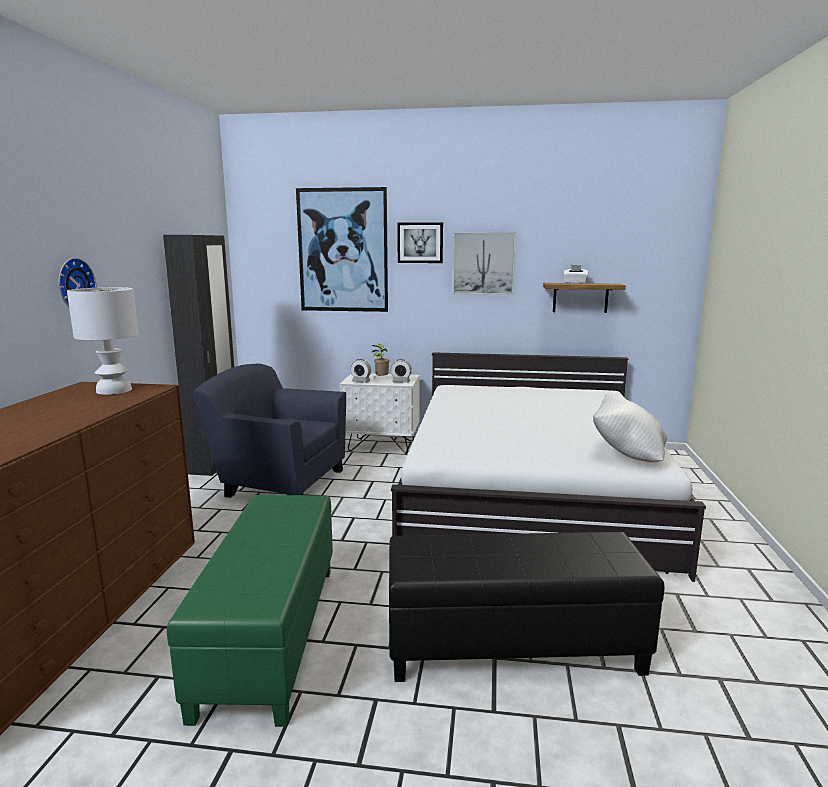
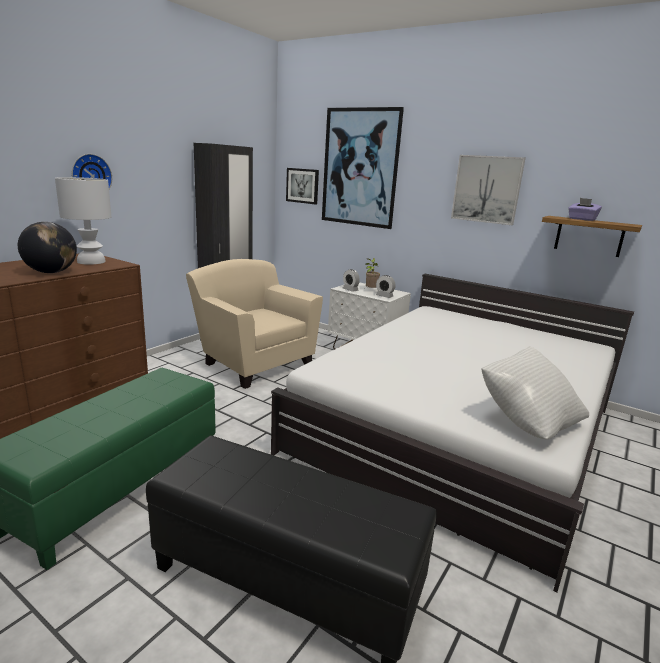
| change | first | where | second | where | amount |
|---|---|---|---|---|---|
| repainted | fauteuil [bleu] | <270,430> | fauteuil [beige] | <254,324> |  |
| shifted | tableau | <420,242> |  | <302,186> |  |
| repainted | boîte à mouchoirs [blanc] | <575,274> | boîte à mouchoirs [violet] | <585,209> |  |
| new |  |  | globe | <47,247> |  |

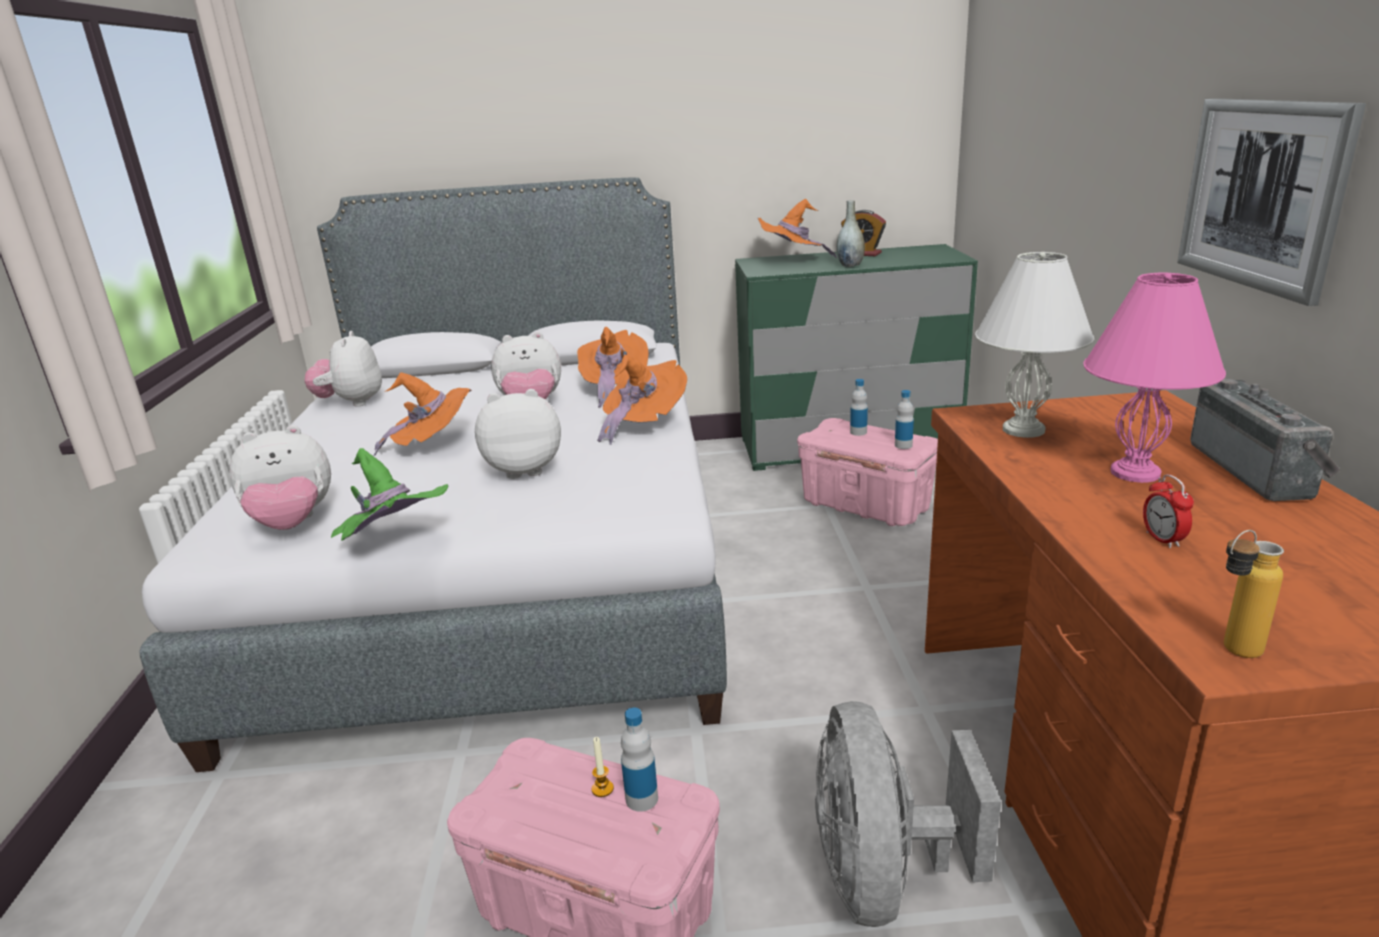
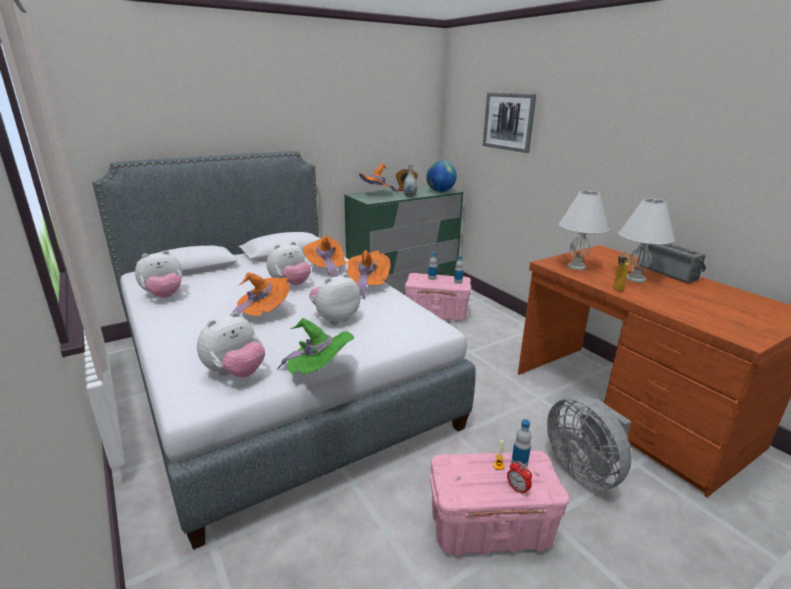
| change | first | where | second | where | amount |
|---|---|---|---|---|---|
| rotated | peluche | <343,369> |  | <158,274> | 90 degrees counterclockwise |
| repainted | lampe de table [rose] | <1154,378> | lampe de table [blanc] | <646,240> |  |
| shifted | réveil | <1168,511> |  | <519,478> |  |
| shifted | tableau | <1271,202> |  | <509,122> |  |
| shifted | bouteille | <1254,594> |  | <621,271> |  |
| new |  |  | globe | <441,176> |  |

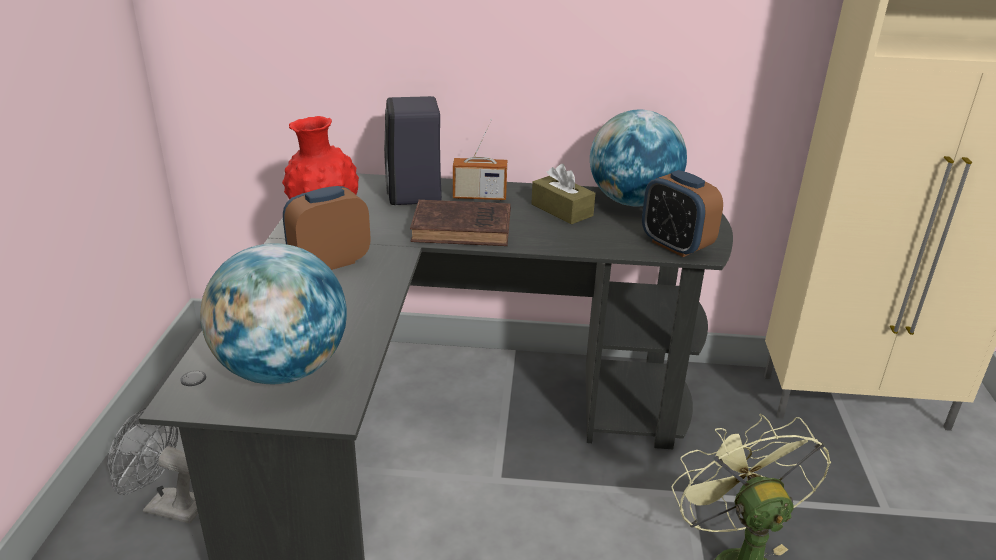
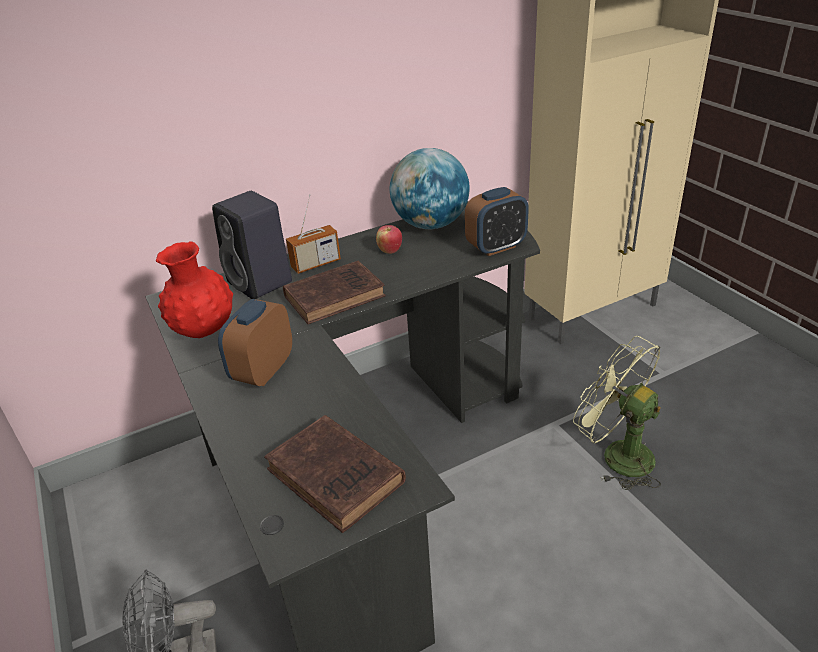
| change | first | where | second | where | amount |
|---|---|---|---|---|---|
| swapped | globe | <273,313> | livre [marron] | <335,474> |  |
| swapped | boîte à mouchoirs [marron] | <563,194> | pomme | <389,239> |  |
| rotated | réveil | <682,213> |  | <497,221> | 45 degrees counterclockwise |

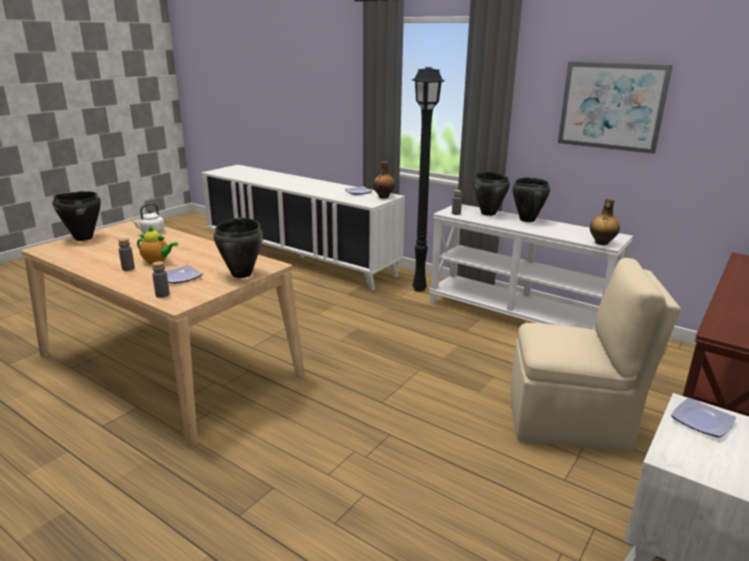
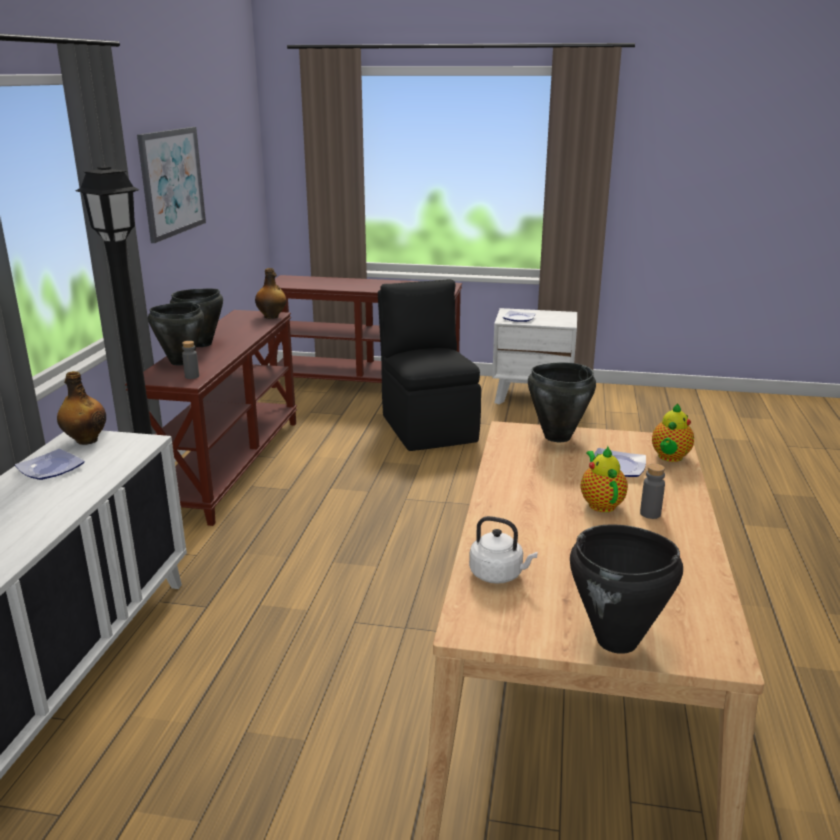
| change | first | where | second | where | amount |
|---|---|---|---|---|---|
| swapped | bouteille [gris] | <161,279> | théière | <673,433> |  |
| repainted | table console [blanc] | <531,267> | table console [marron] | <211,418> |  |
| repainted | chaise [beige] | <595,354> | chaise [noir] | <429,365> |  |

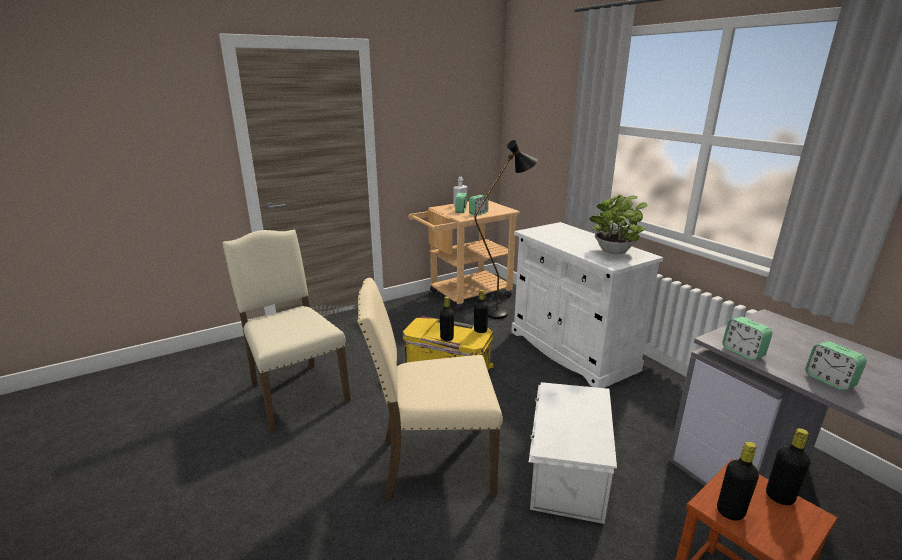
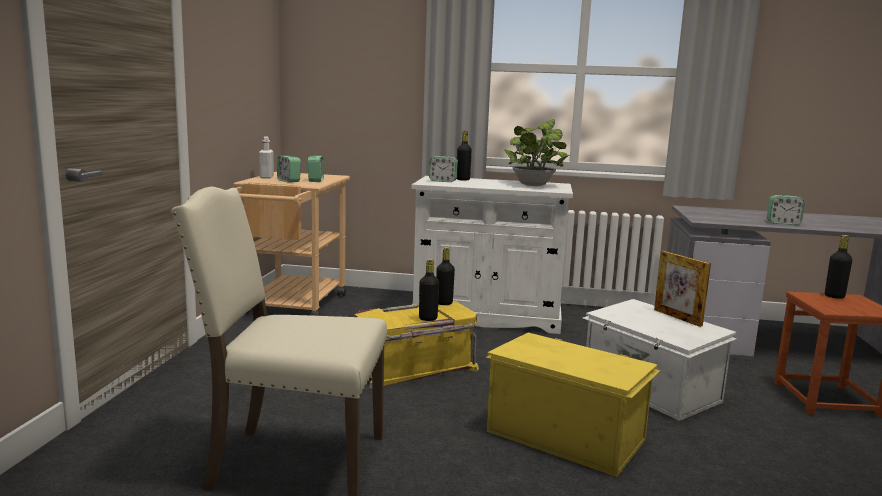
| change | first | where | second | where | amount |
|---|---|---|---|---|---|
| swapped | chaise [beige] | <430,388> | boîte de rangement [jaune] | <573,405> |  |
| gone | lampadaire [noir] | <506,229> |  |  |  |
| shifted | bouteille [noir] | <738,481> |  | <464,156> |  |
| shifted | réveil | <747,338> |  | <443,169> |  |
| new |  |  | cadre photo | <682,289> |  |

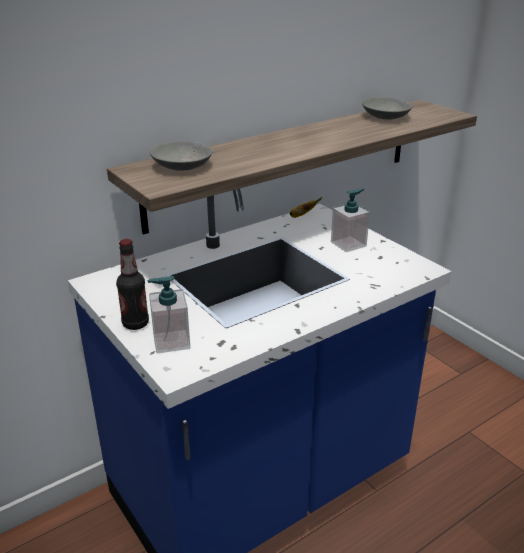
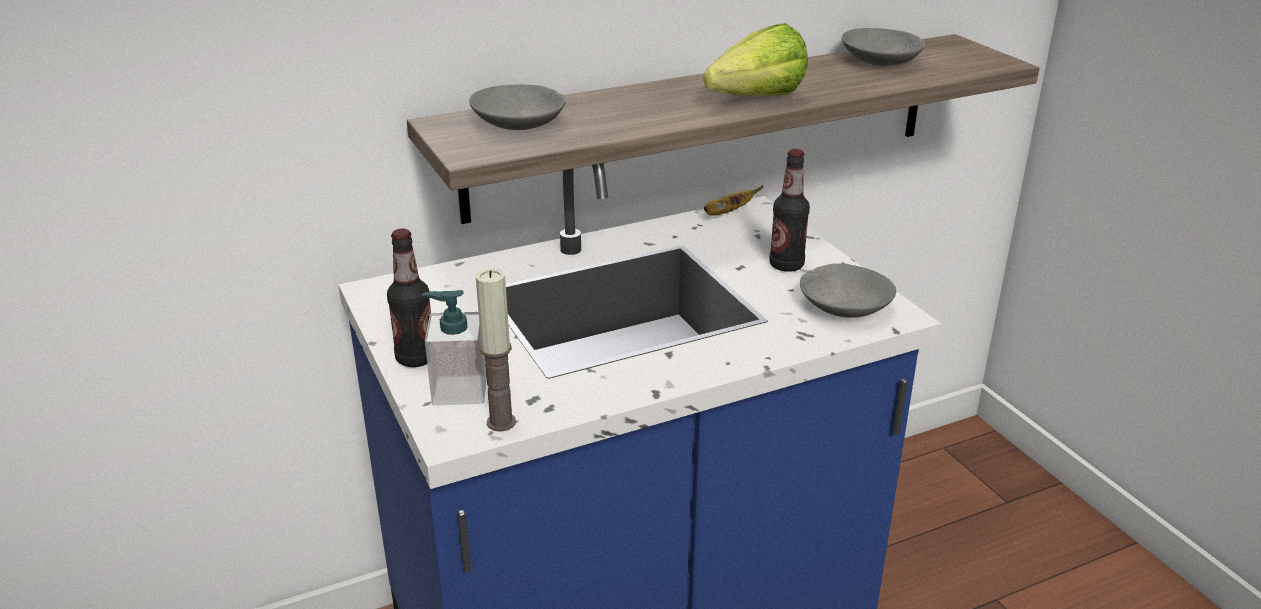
| change | first | where | second | where | amount |
|---|---|---|---|---|---|
| swapped | distributeur de savon | <350,220> | bouteille | <789,210> |  |
| new |  |  | bougie | <496,350> |  |
| new |  |  | laitue | <756,59> |  |
| new |  |  | bol [gris] | <848,291> |  |

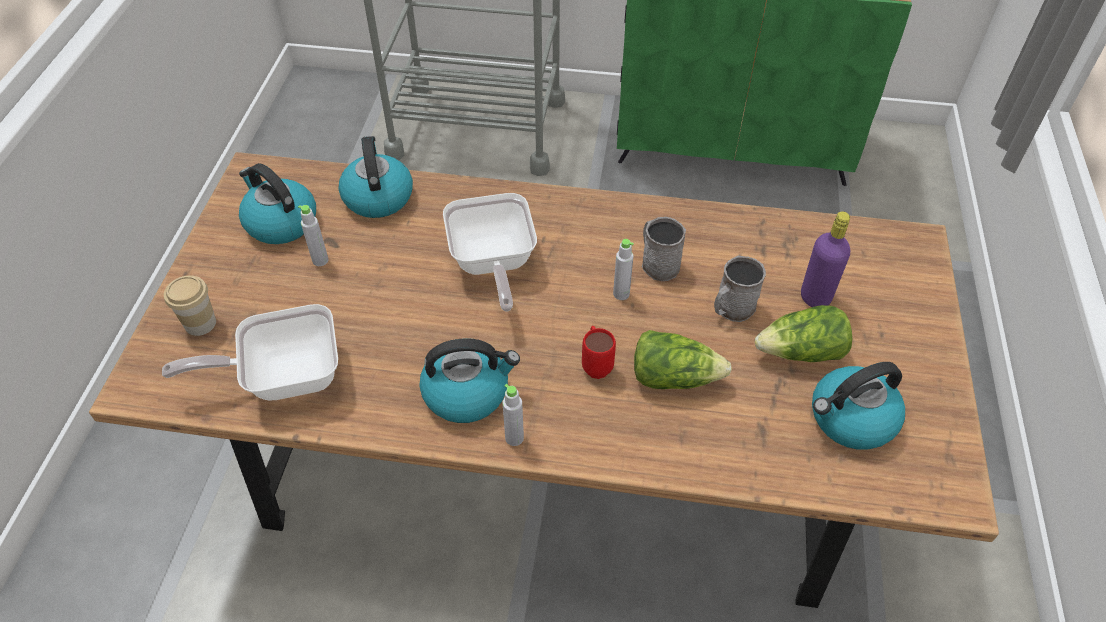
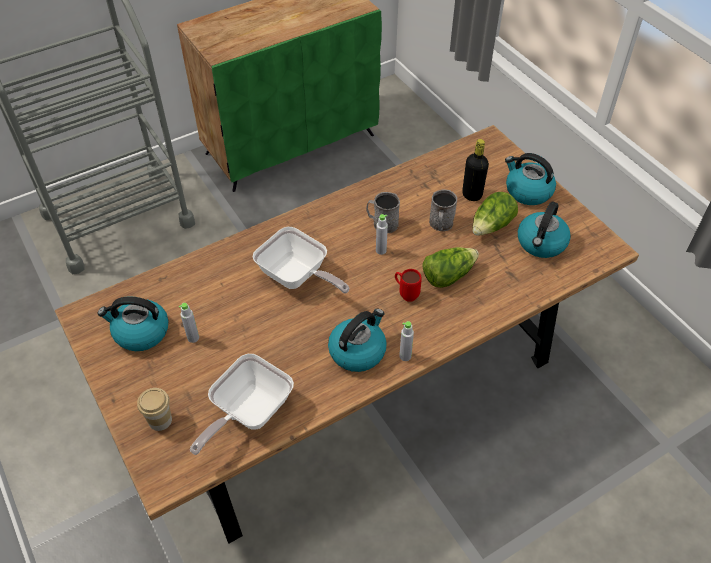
| change | first | where | second | where | amount |
|---|---|---|---|---|---|
| shifted | bouilloire | <375,177> |  | <530,179> |  |
| repainted | bouteille [violet] | <825,259> | bouteille [noir] | <475,170> |  |

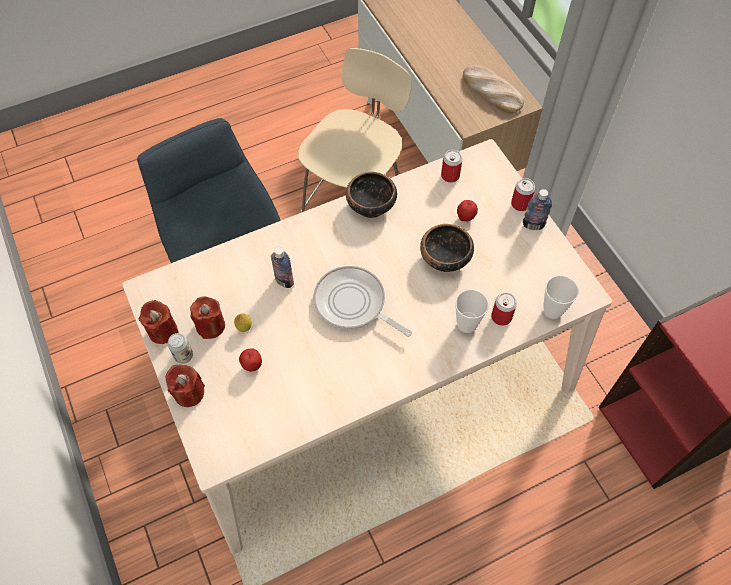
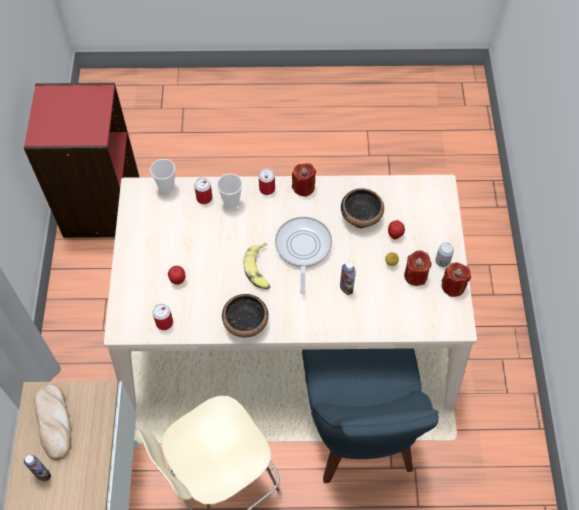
| change | first | where | second | where | amount |
|---|---|---|---|---|---|
| shifted | bougie [rouge] | <185,386> |  | <304,180> |  |
| rotated | poêle | <362,301> |  | <303,255> | 150 degrees counterclockwise |
| shifted | bol | <447,248> |  | <362,208> |  |
| shifted | boîte métallique | <523,194> |  | <267,181> |  |
| shifted | bouteille | <537,209> |  | <37,468> |  |
| new |  |  | banane | <257,266> |  |

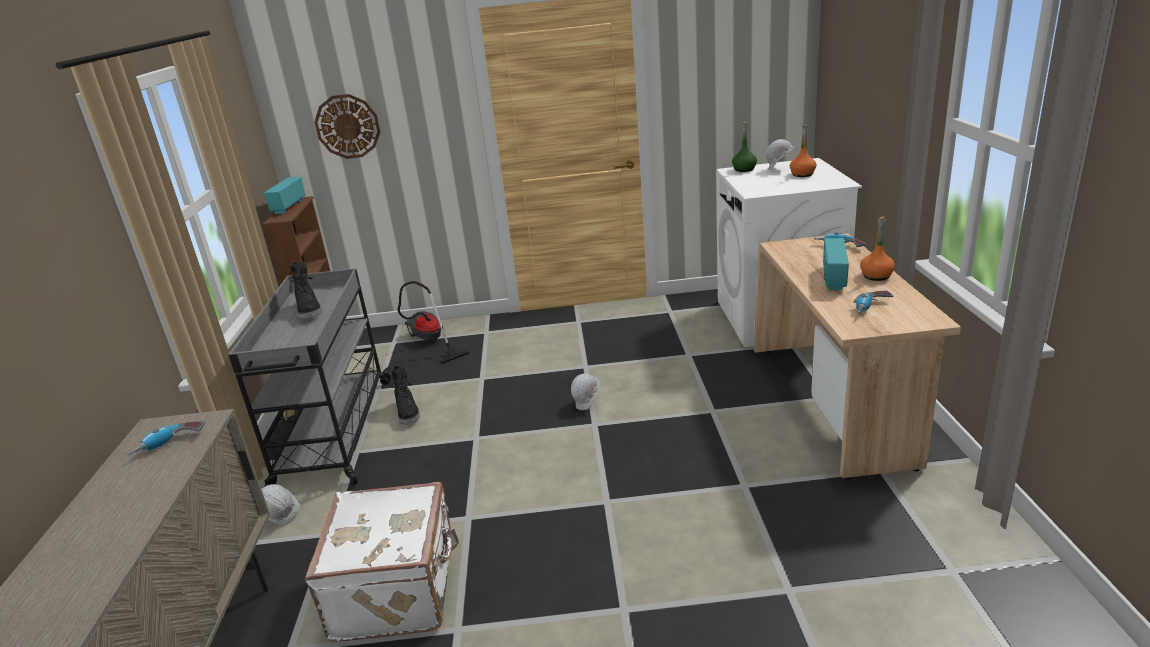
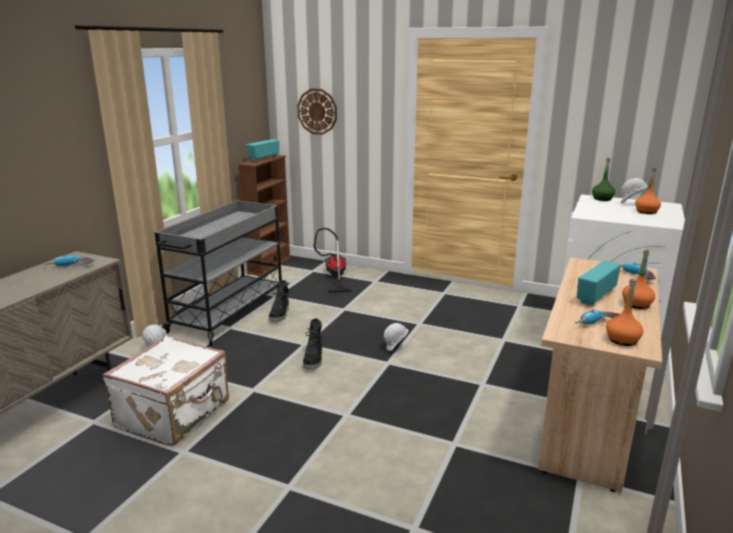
| change | first | where | second | where | amount |
|---|---|---|---|---|---|
| shifted | botte [noir] | <305,290> |  | <312,343> |  |
| new |  |  | bouteille [orange] | <625,312> |  |

